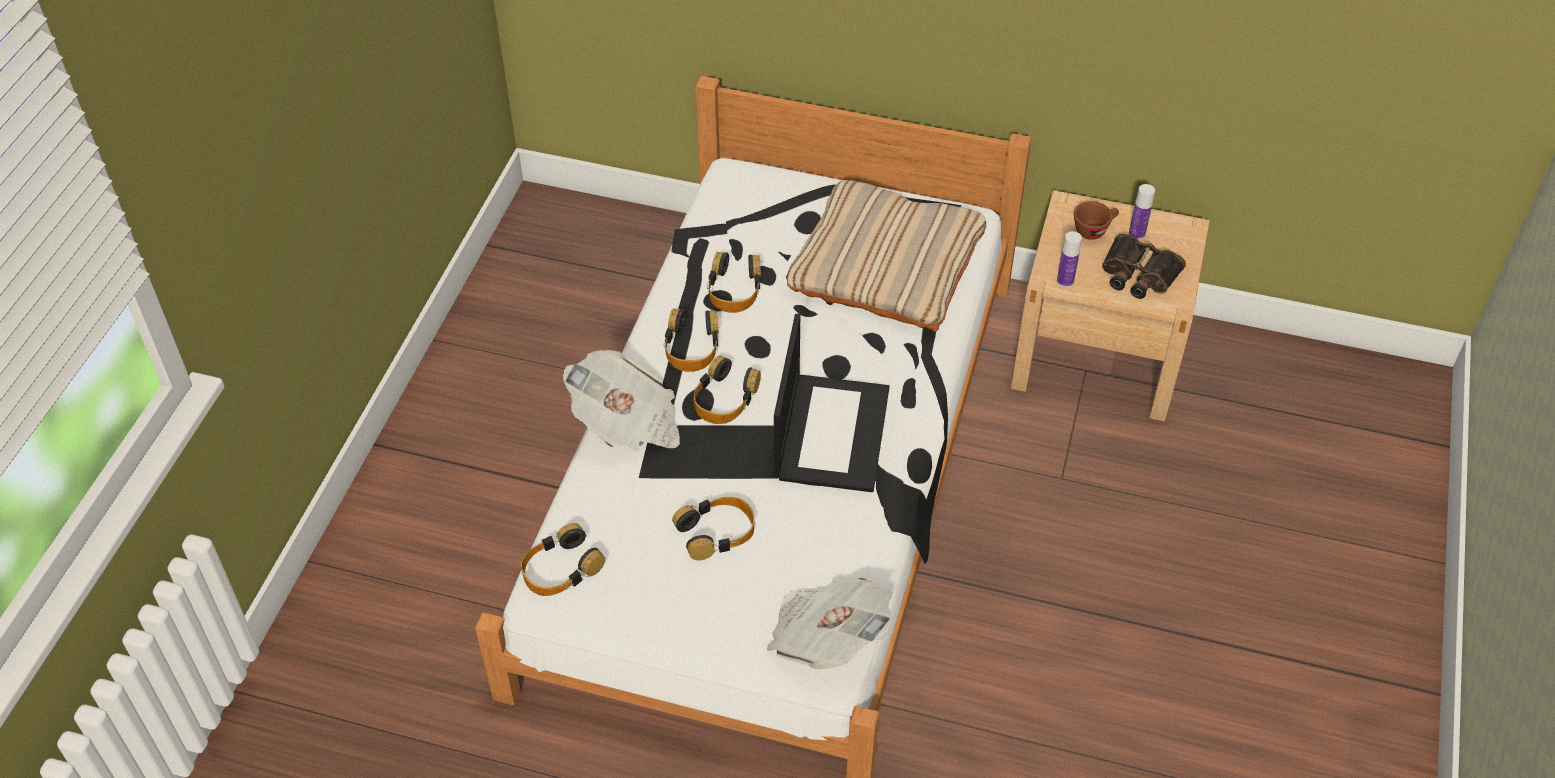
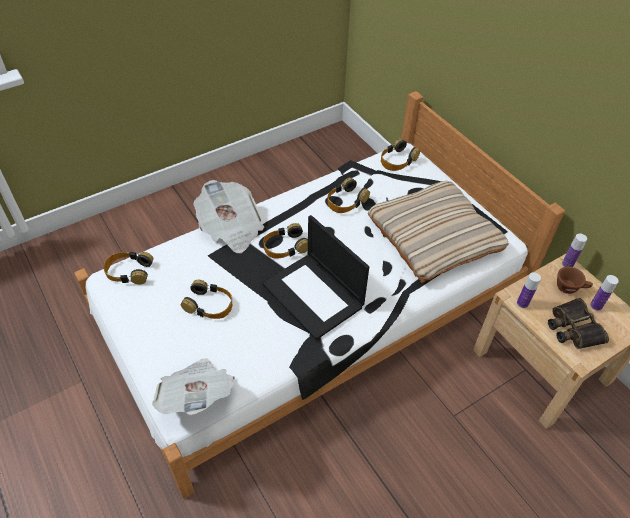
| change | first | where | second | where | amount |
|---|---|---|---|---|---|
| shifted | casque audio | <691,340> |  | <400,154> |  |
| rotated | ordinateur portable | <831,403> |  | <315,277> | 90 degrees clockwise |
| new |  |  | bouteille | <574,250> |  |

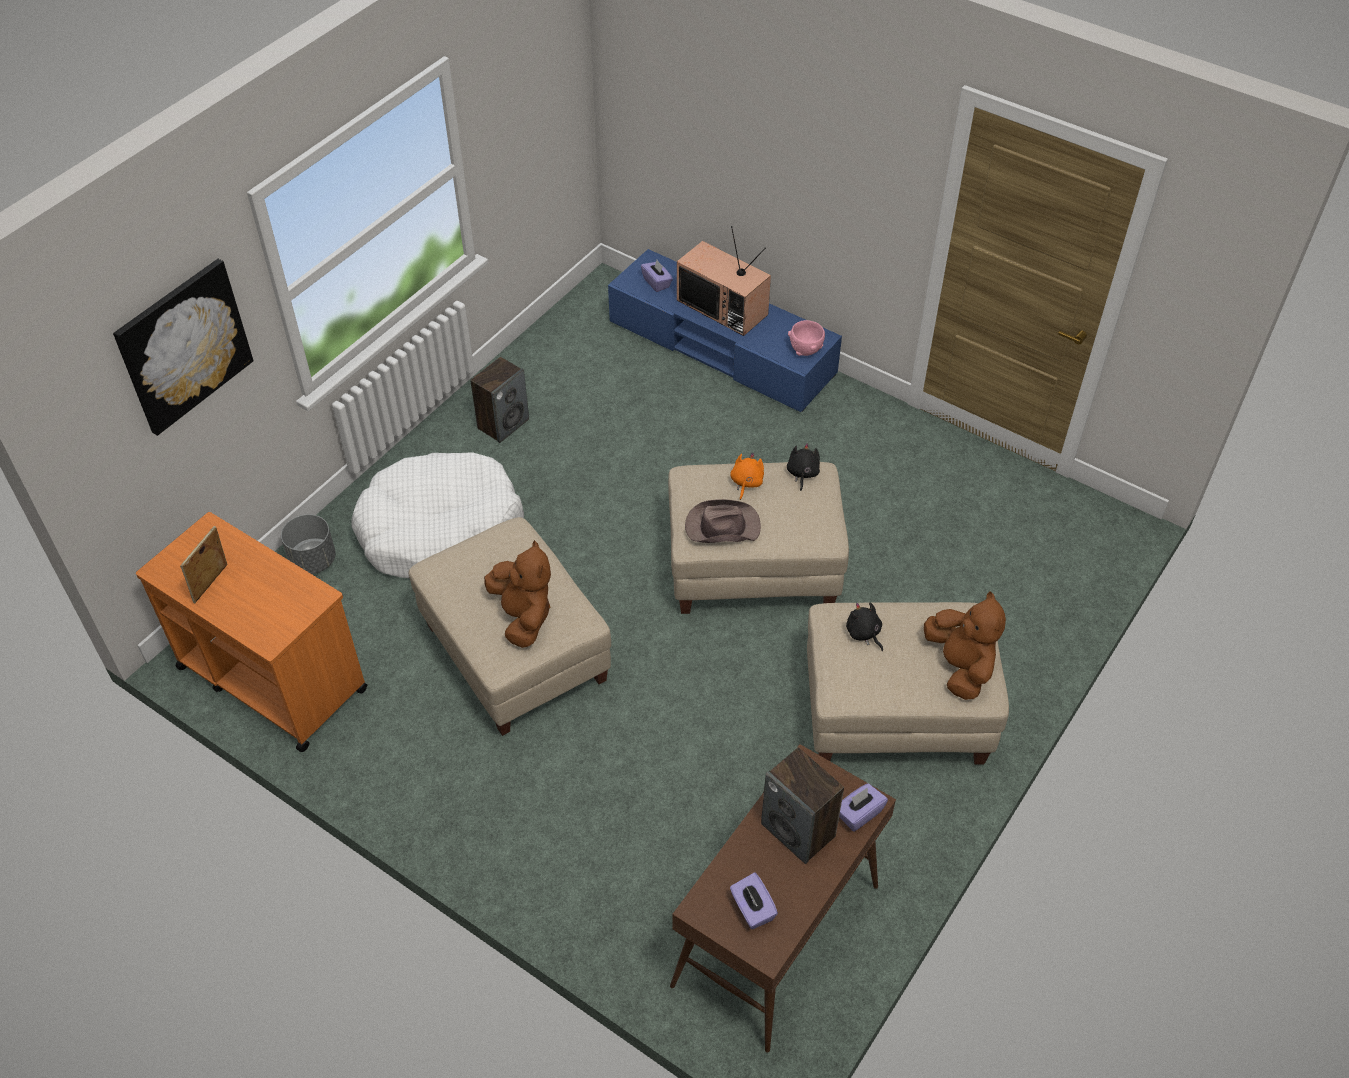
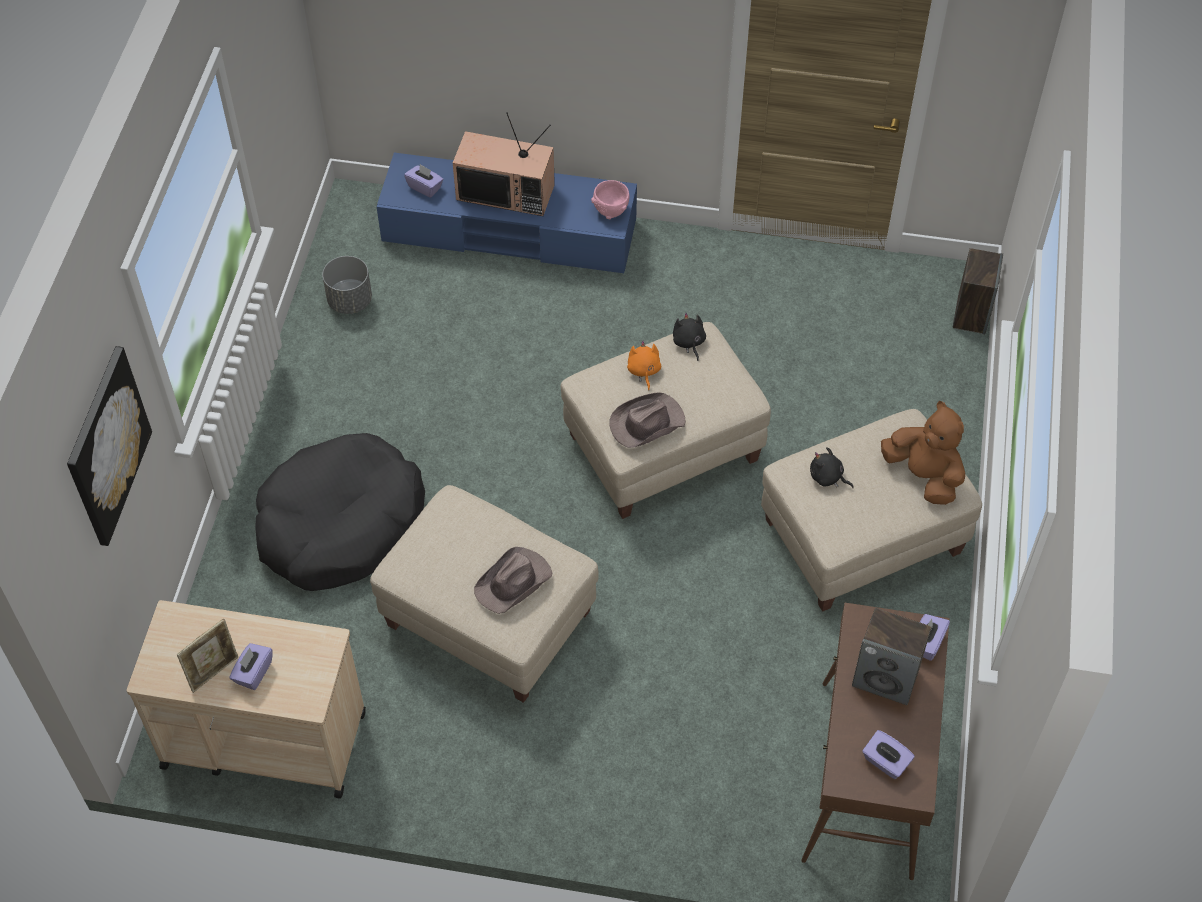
| change | first | where | second | where | amount |
|---|---|---|---|---|---|
| repainted | chariot [orange] | <252,632> | chariot [beige] | <246,699> |  |
| rotated | cadre photo | <203,564> |  | <207,655> | 135 degrees counterclockwise |
| shifted | cache-pot [gris] | <308,544> |  | <347,285> |  |
| repainted | panier pour chien [blanc] | <437,515> | panier pour chien [noir] | <340,512> |  |
| shifted | enceinte | <499,400> |  | <978,291> |  |
| swapped | peluche [marron] | <517,594> | chapeau [marron] | <513,580> |  |
| new |  |  | boîte à mouchoirs [violet] | <251,666> |  |

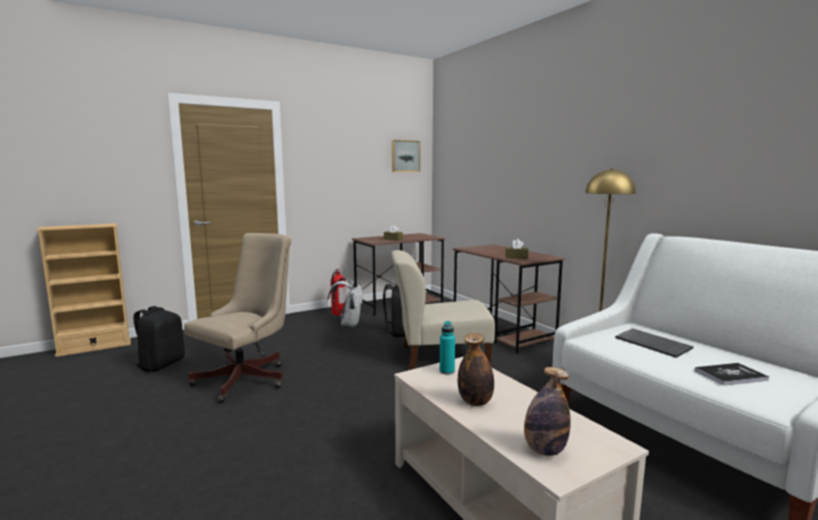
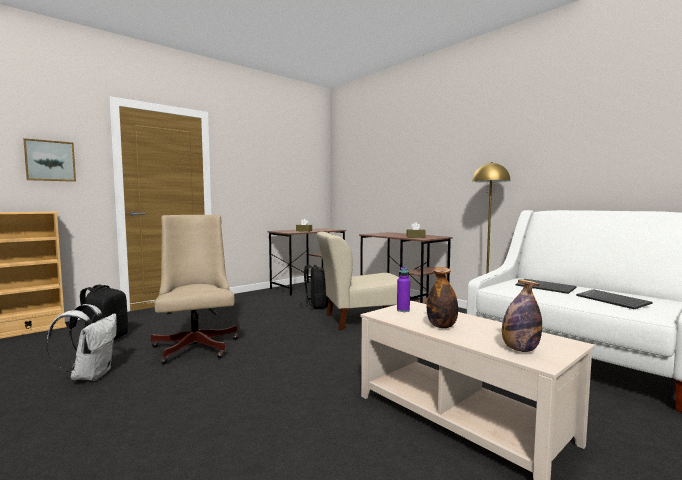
| change | first | where | second | where | amount |
|---|---|---|---|---|---|
| rotated | chaise de bureau [beige] | <238,318> |  | <195,289> | 45 degrees counterclockwise |
| shifted | sac à dos [blanc] | <345,302> |  | <81,342> |  |
| gone | extincteur | <338,290> |  |  |  |
| shifted | tableau | <406,156> |  | <49,160> |  |
| repainted | bouteille [turquoise] | <447,348> | bouteille [violet] | <403,289> |  |
| swapped | livre | <732,374> | clavier | <614,299> |  |

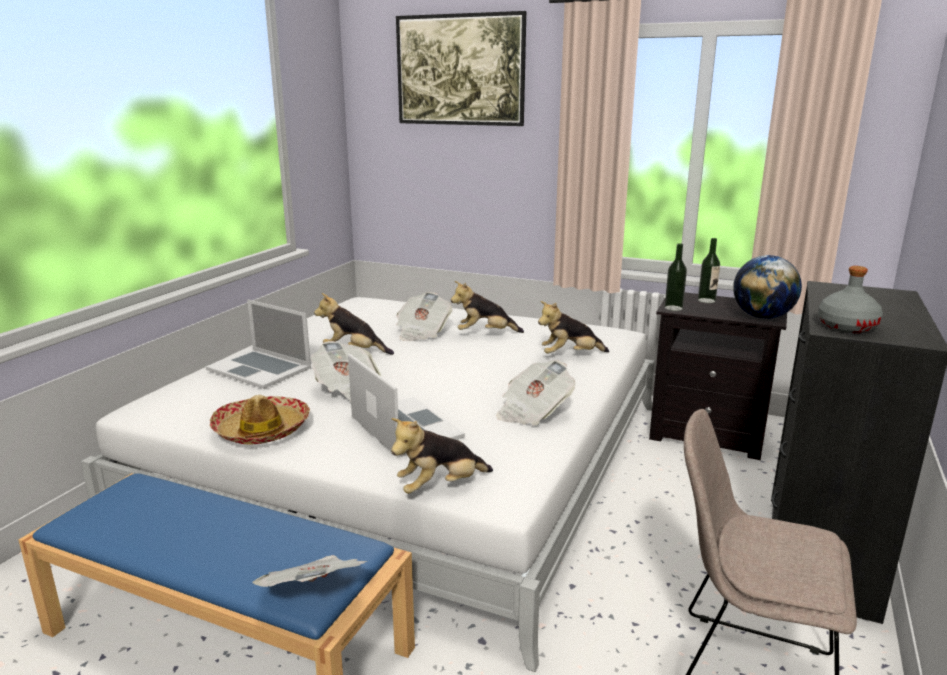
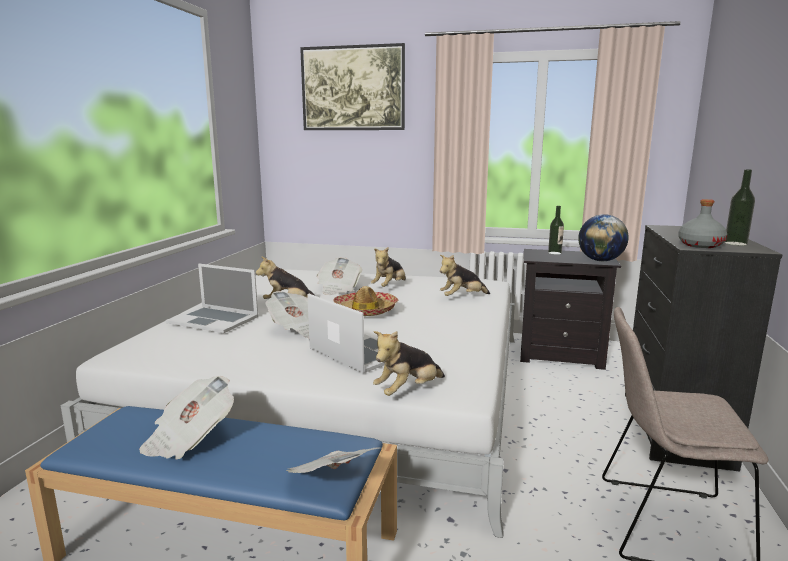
| change | first | where | second | where | amount |
|---|---|---|---|---|---|
| shifted | chapeau | <260,420> |  | <365,301> |  |
| rotated | peluche | <487,307> |  | <388,267> | 45 degrees counterclockwise |
| shifted | journal | <535,392> |  | <186,418> |  |
| shifted | bouteille | <676,277> |  | <739,207> |  |

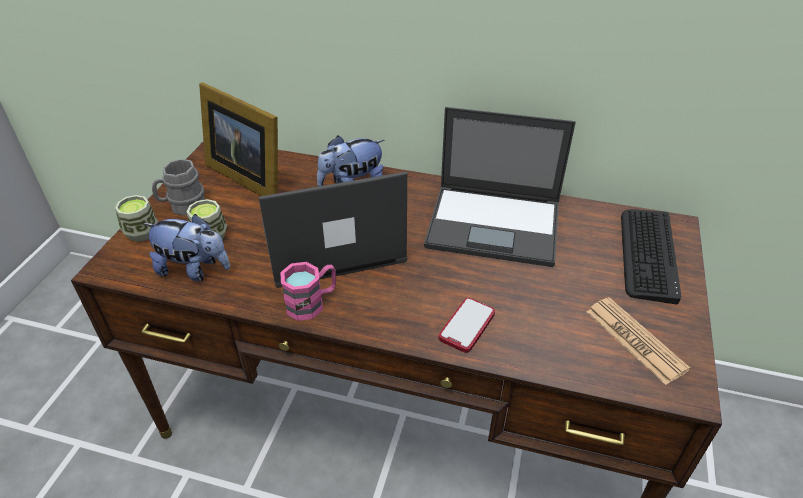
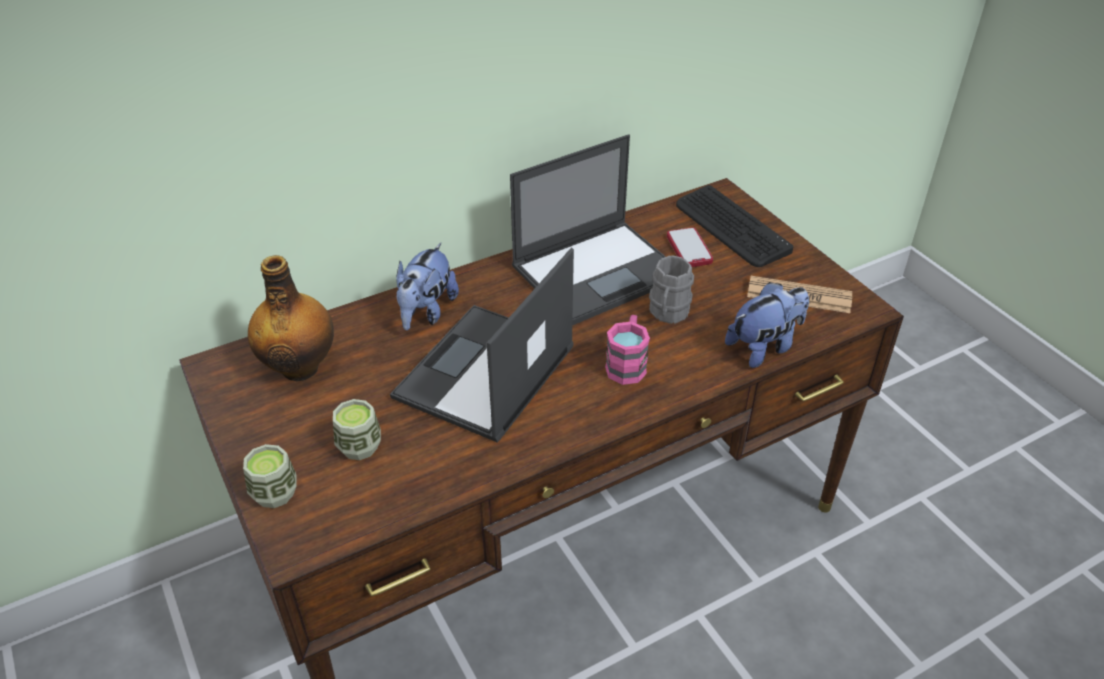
| change | first | where | second | where | amount |
|---|---|---|---|---|---|
| shifted | peluche | <186,247> |  | <767,325> |  |
| shifted | mug [gris] | <178,187> |  | <671,289> |  |
| swapped | cadre photo | <238,139> | bouteille | <291,318> |  |
| shifted | mug [rose] | <308,291> |  | <627,350> |  |
| shifted | téléphone | <467,325> |  | <690,247> |  |

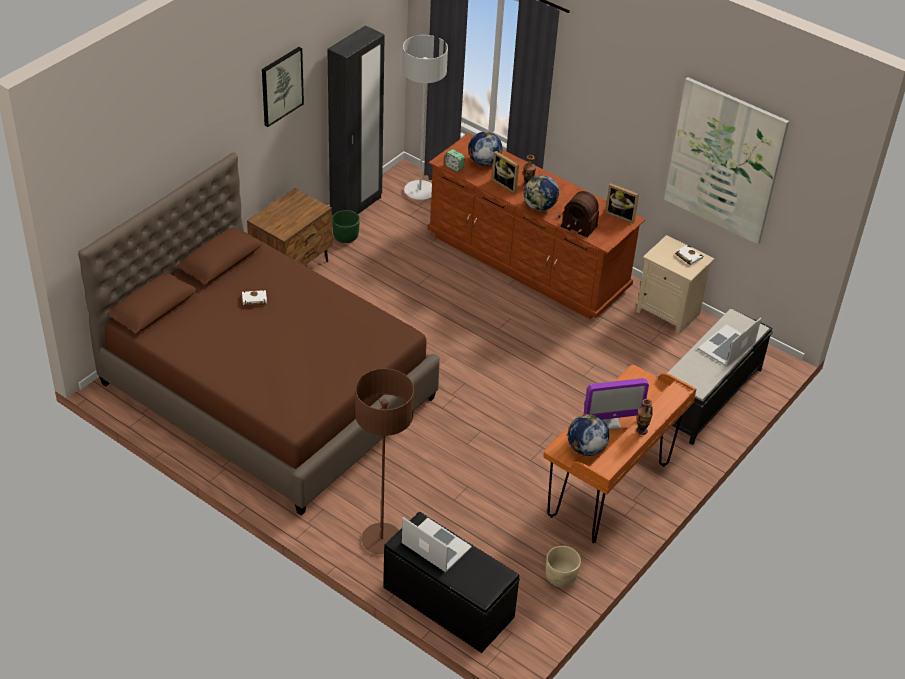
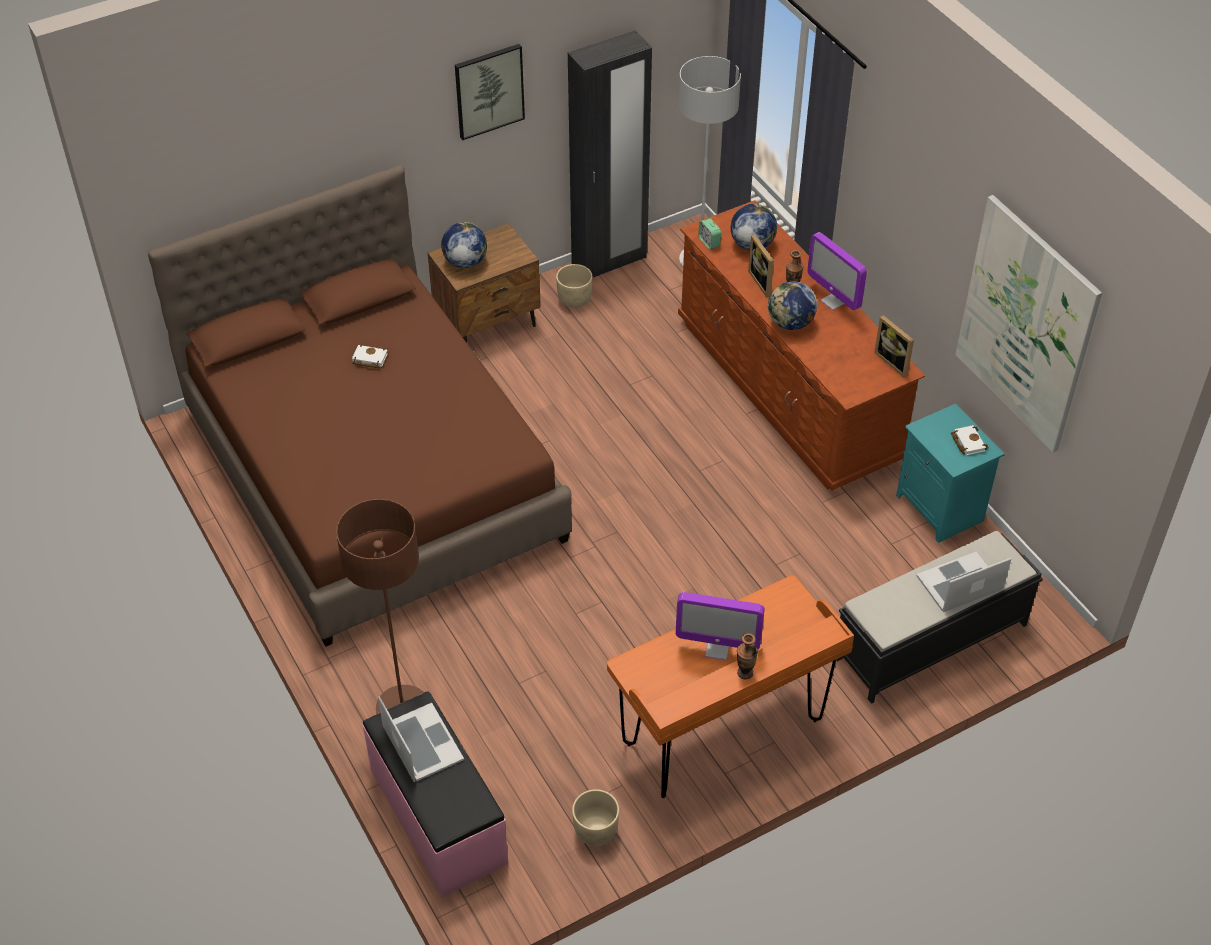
| change | first | where | second | where | amount |
|---|---|---|---|---|---|
| repainted | cache-pot [vert] | <346,226> | cache-pot [beige] | <574,286> |  |
| repainted | banc [noir] | <451,582> | banc [rose] | <435,794> |  |
| gone | radio | <578,214> |  |  |  |
| shifted | globe | <588,435> |  | <464,245> |  |
| repainted | table de chevet [beige] | <675,284> | table de chevet [turquoise] | <950,473> |  |
| new |  |  | écran d'ordinateur | <837,271> |  |

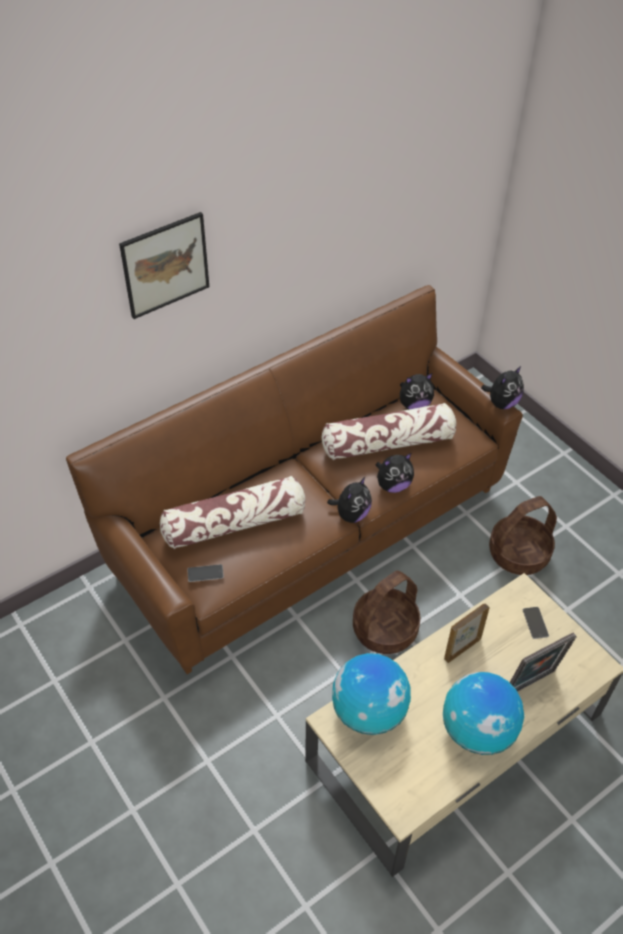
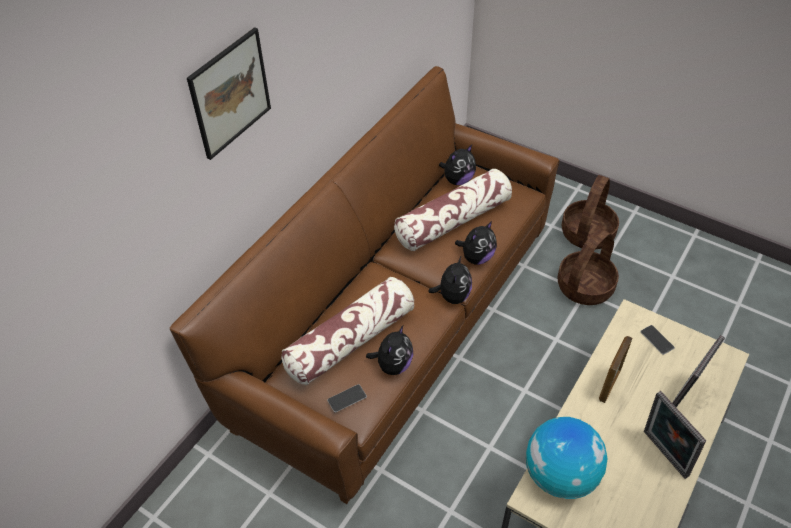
| change | first | where | second | where | amount |
|---|---|---|---|---|---|
| shifted | panier | <387,612> |  | <590,212> |  |
| swapped | globe | <483,713> | cadre photo | <675,435> |  |
| shifted | peluche | <502,387> |  | <389,350> |  |

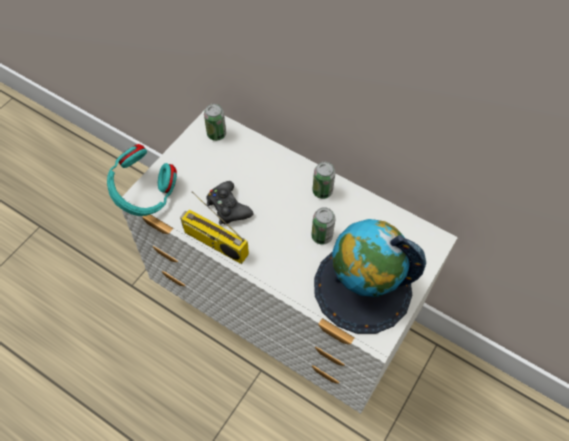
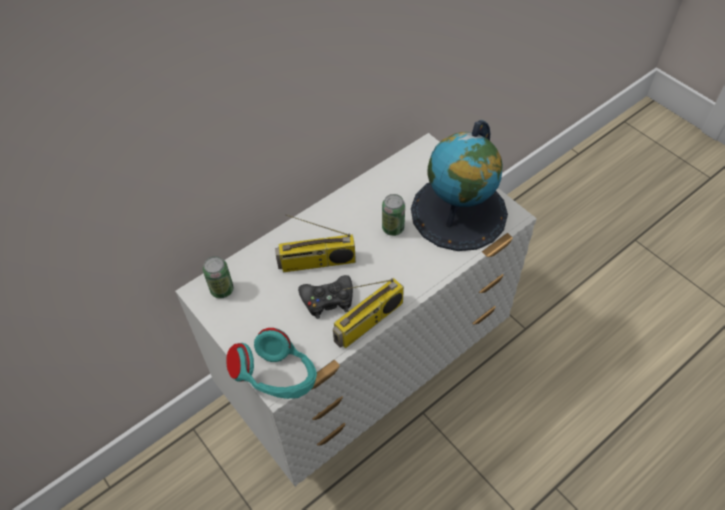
| change | first | where | second | where | amount |
|---|---|---|---|---|---|
| gone | boîte métallique | <323,180> |  |  |  |
| new |  |  | radio | <315,243> |  |

